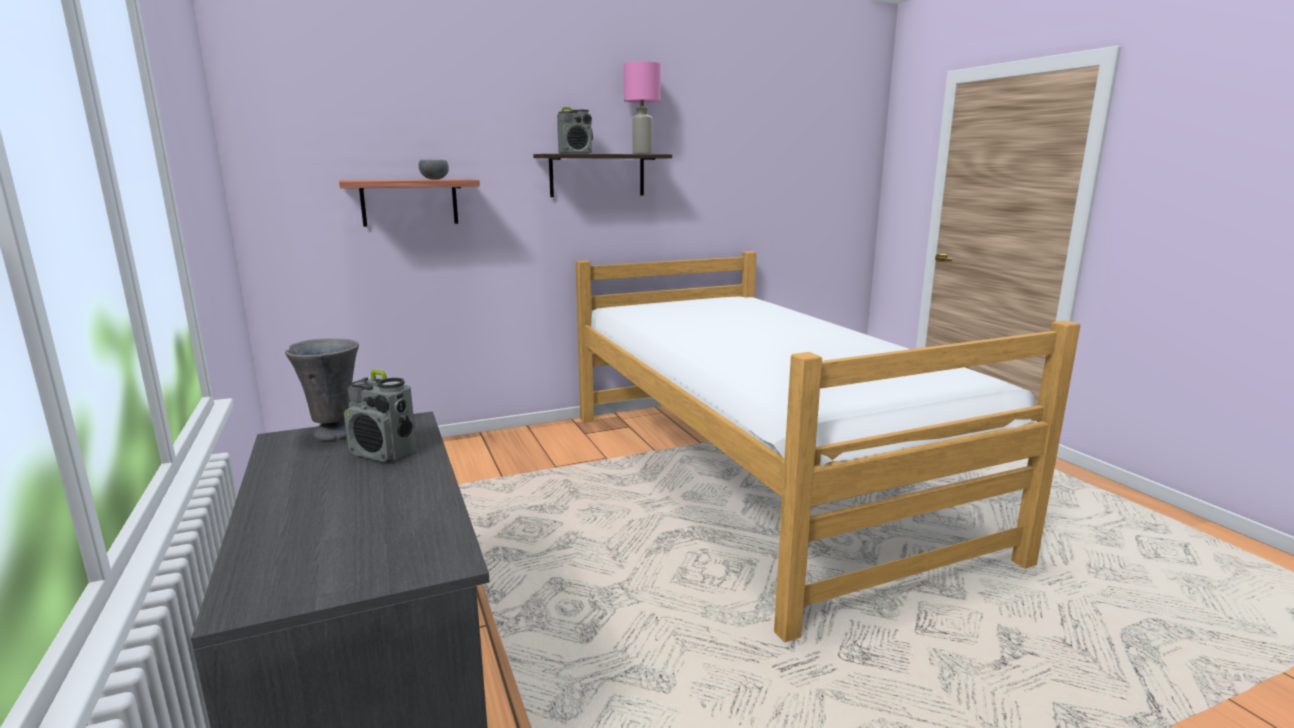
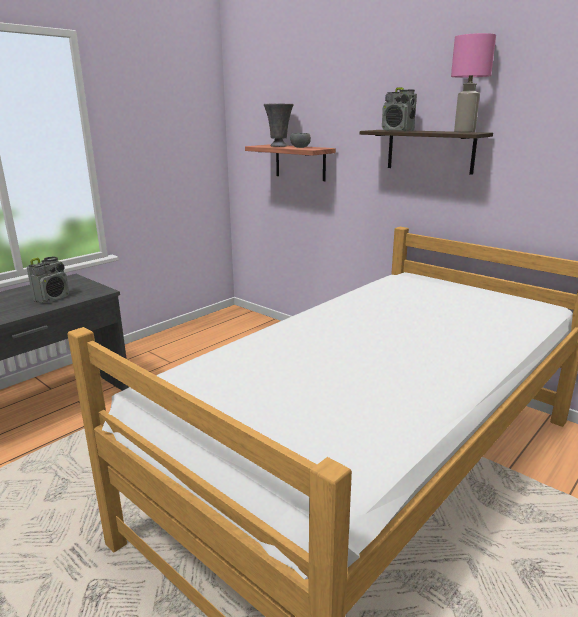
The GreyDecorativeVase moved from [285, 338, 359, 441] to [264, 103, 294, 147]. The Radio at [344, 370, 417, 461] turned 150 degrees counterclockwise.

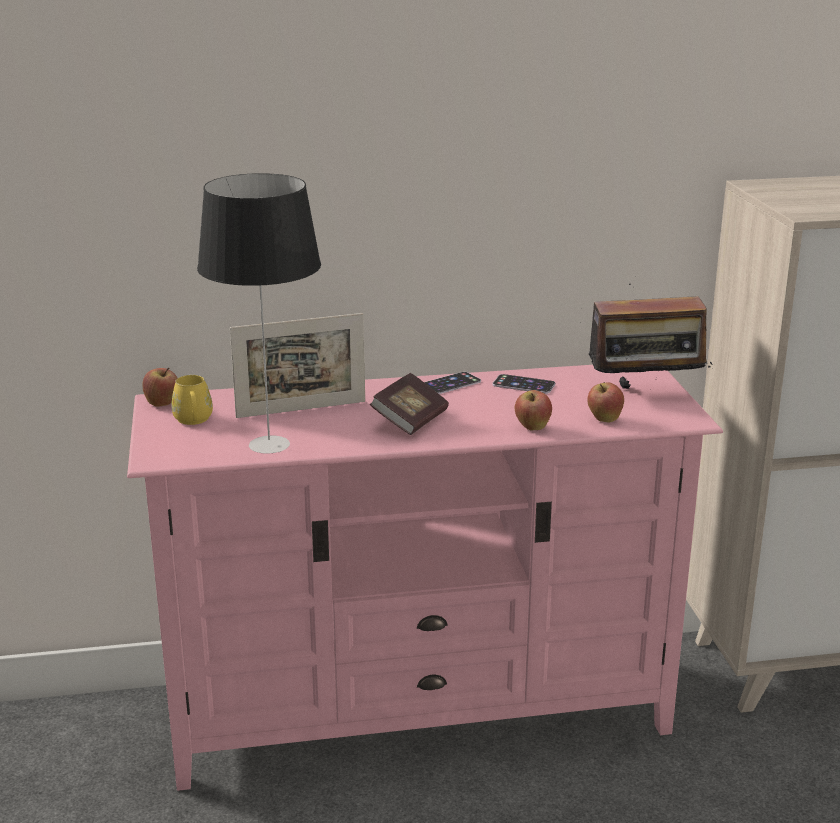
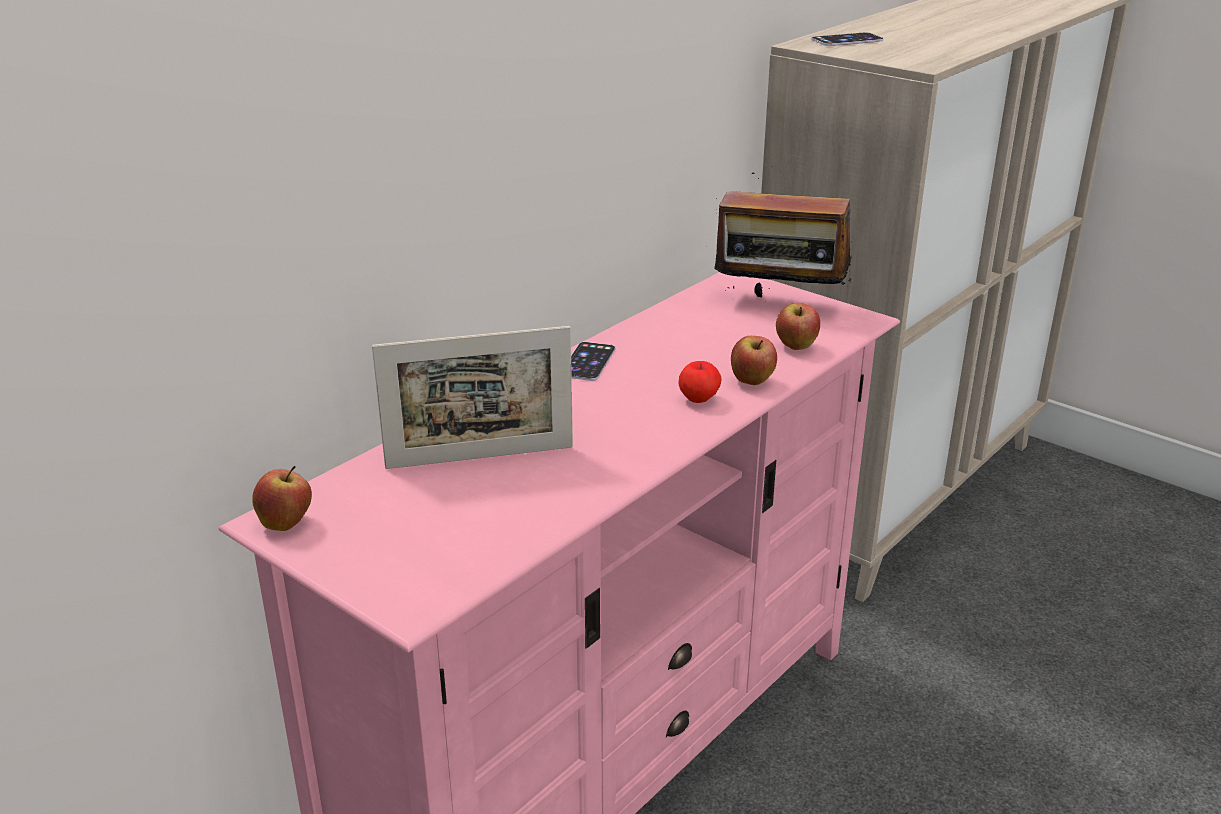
The YellowColouredTeaMug at [171, 375, 213, 425] disappeared. The TabletopLamp at [197, 173, 321, 453] disappeared. The StandingFrame at [230, 313, 365, 418] turned 45 degrees clockwise. The BoundBook at [370, 373, 449, 435] disappeared. The Phone moved from [493, 374, 556, 394] to [811, 32, 883, 46]. The Radio at [589, 284, 712, 391] turned 60 degrees clockwise. The WholeApple at [678, 361, 722, 403] appeared.

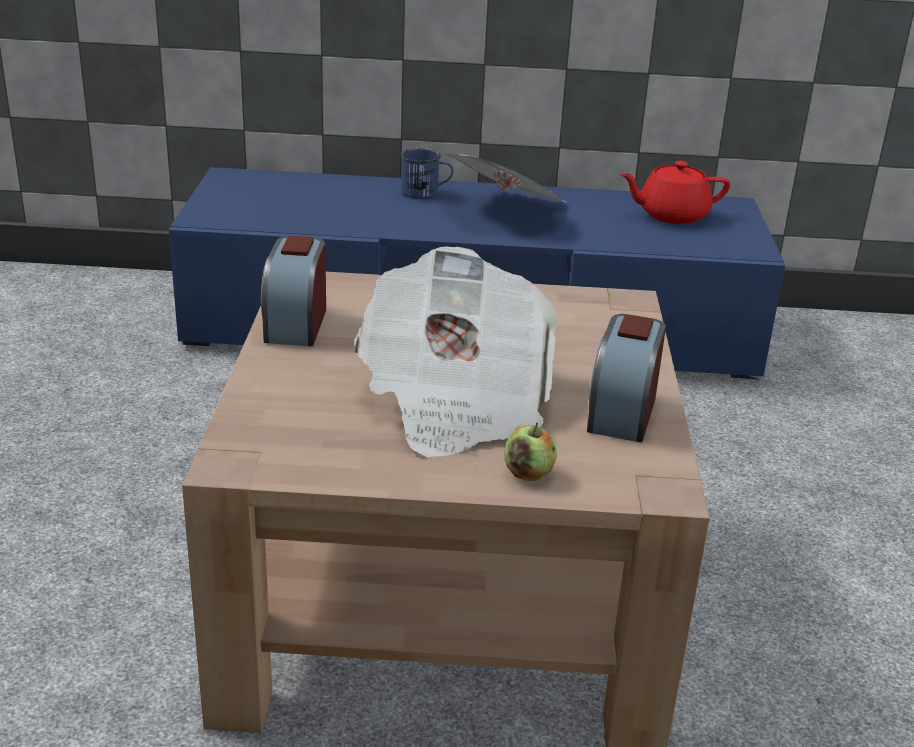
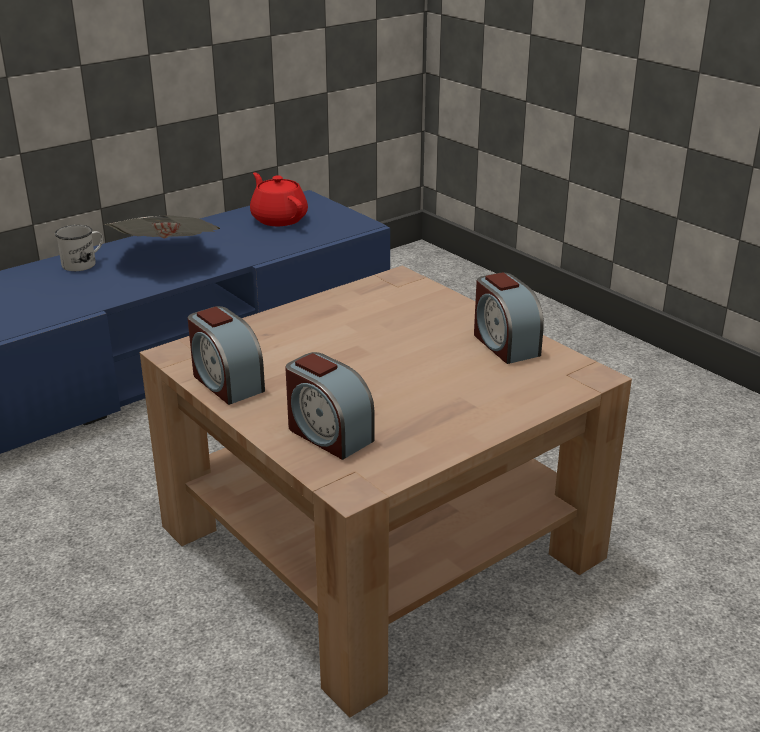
The PrintedPaper at [354, 247, 558, 457] disappeared. The BlueColouredTeaMug at [401, 148, 453, 199] became the WhiteTeaMug at [55, 225, 103, 271]. The WholeApple at [504, 422, 557, 481] disappeared. The RedColouredTeapot at [620, 161, 730, 224] turned 105 degrees clockwise. The BedsideClock at [285, 352, 375, 460] appeared.

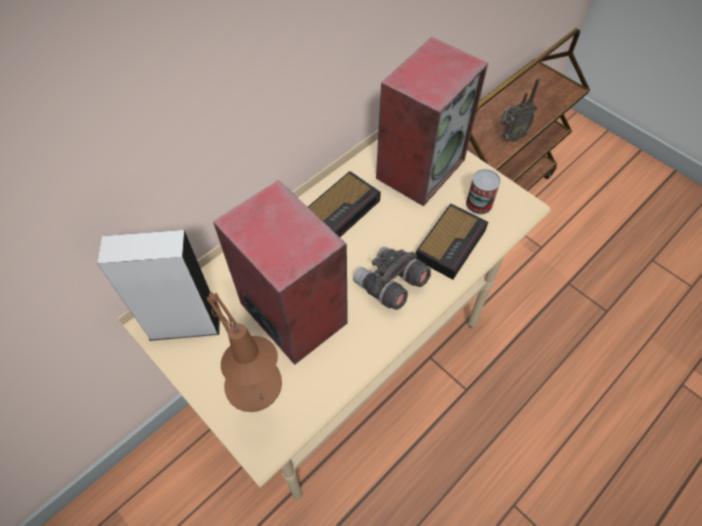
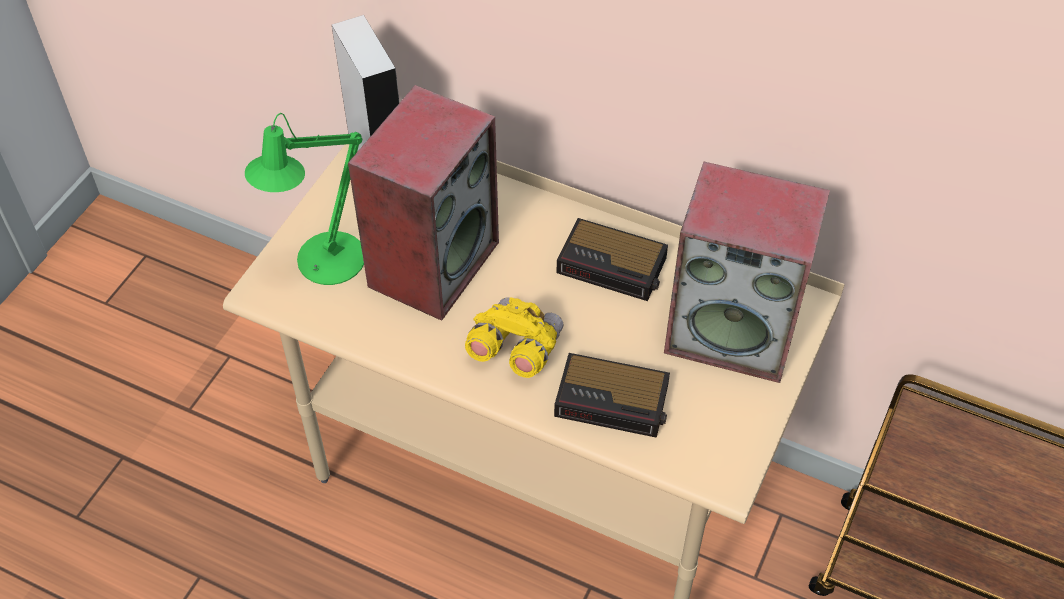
The BrownishTabletopLamp at [207, 292, 282, 412] became the GreenishTabletopLamp at [245, 113, 364, 285]. The GreyPairOfBinoculars at [353, 247, 431, 310] became the YellowColouredPairOfBinoculars at [465, 297, 564, 378]. The MetalCan at [466, 169, 501, 214] disappeared. The Radio at [501, 78, 540, 142] disappeared.

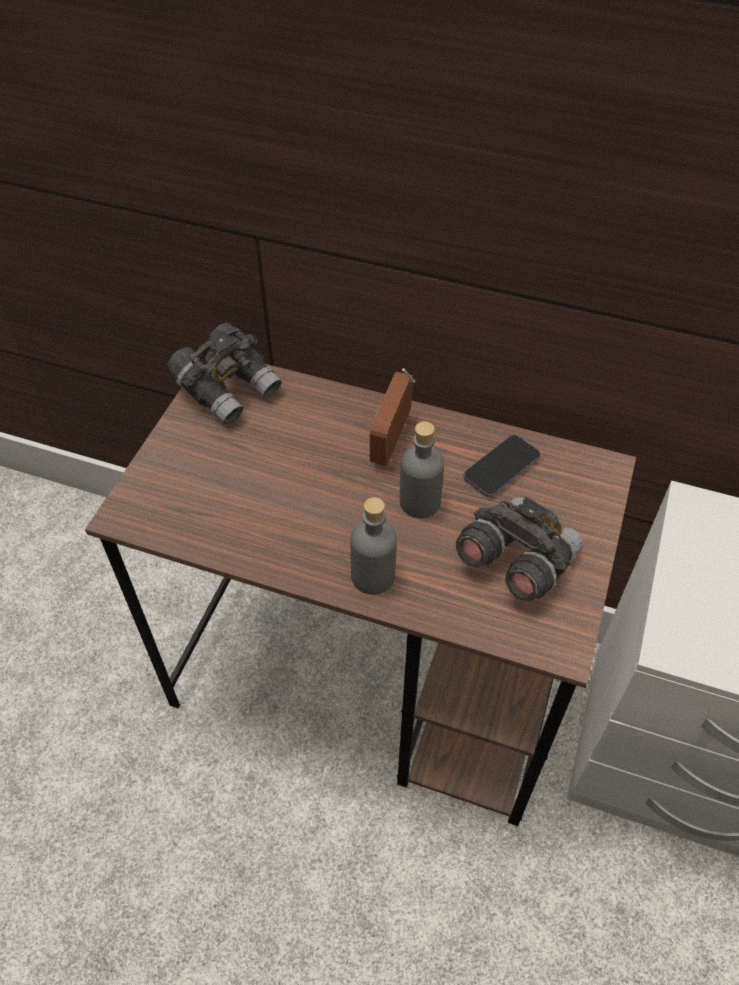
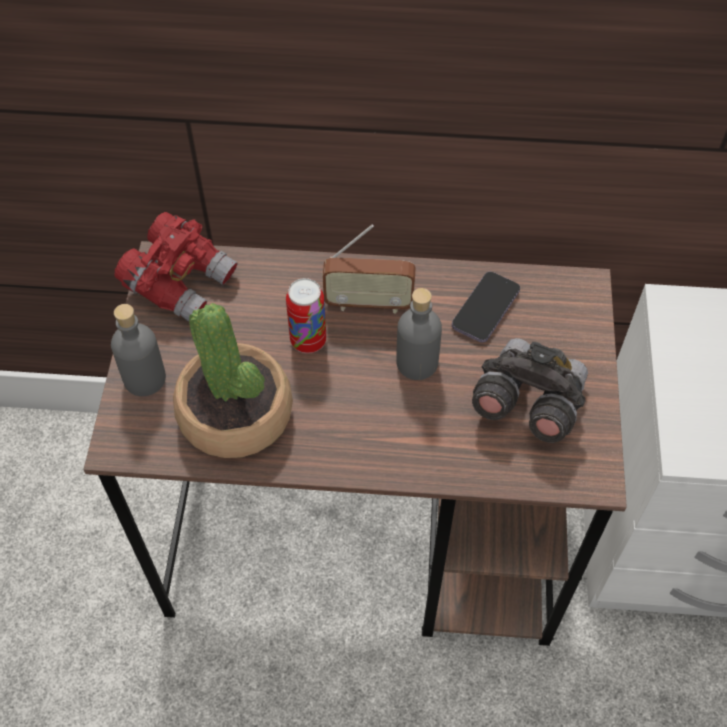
The GreyPairOfBinoculars at [167, 323, 282, 425] became the RedColouredPairOfBinoculars at [114, 212, 238, 321]. The GreyDrinkBottle moved from [350, 497, 397, 595] to [111, 304, 166, 396]. The Radio at [370, 368, 415, 466] turned 90 degrees counterclockwise. The PlantInAPot at [173, 303, 293, 458] appeared. The MetalCan at [286, 278, 326, 354] appeared.

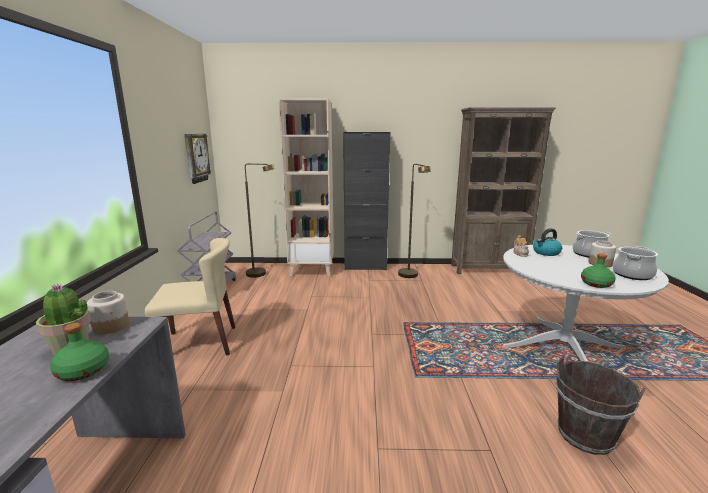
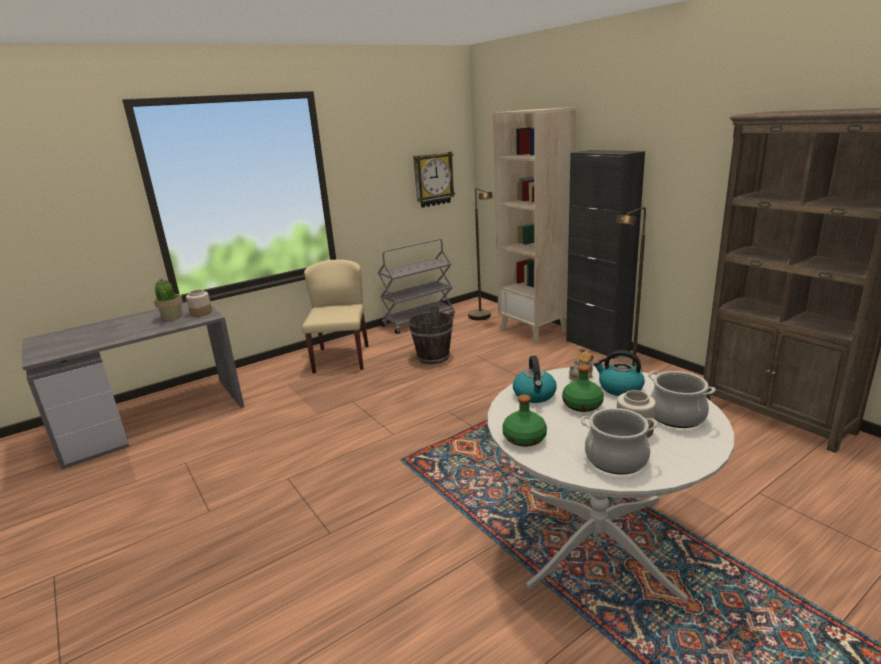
The GreenishDrinkBottle moved from [50, 323, 109, 381] to [562, 365, 604, 412]. The BeigeColouredPlainChair at [145, 238, 235, 355] turned 135 degrees counterclockwise. The BrownishPail moved from [556, 357, 646, 455] to [408, 307, 454, 364]. The Kettle at [513, 356, 557, 403] appeared.

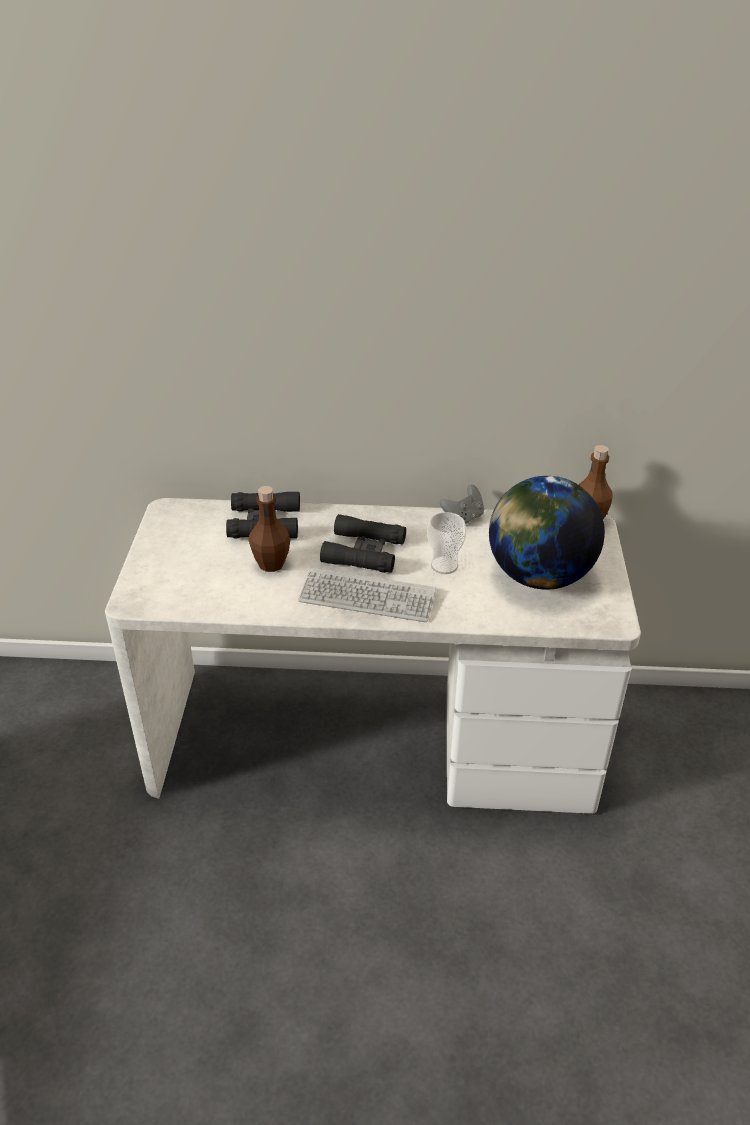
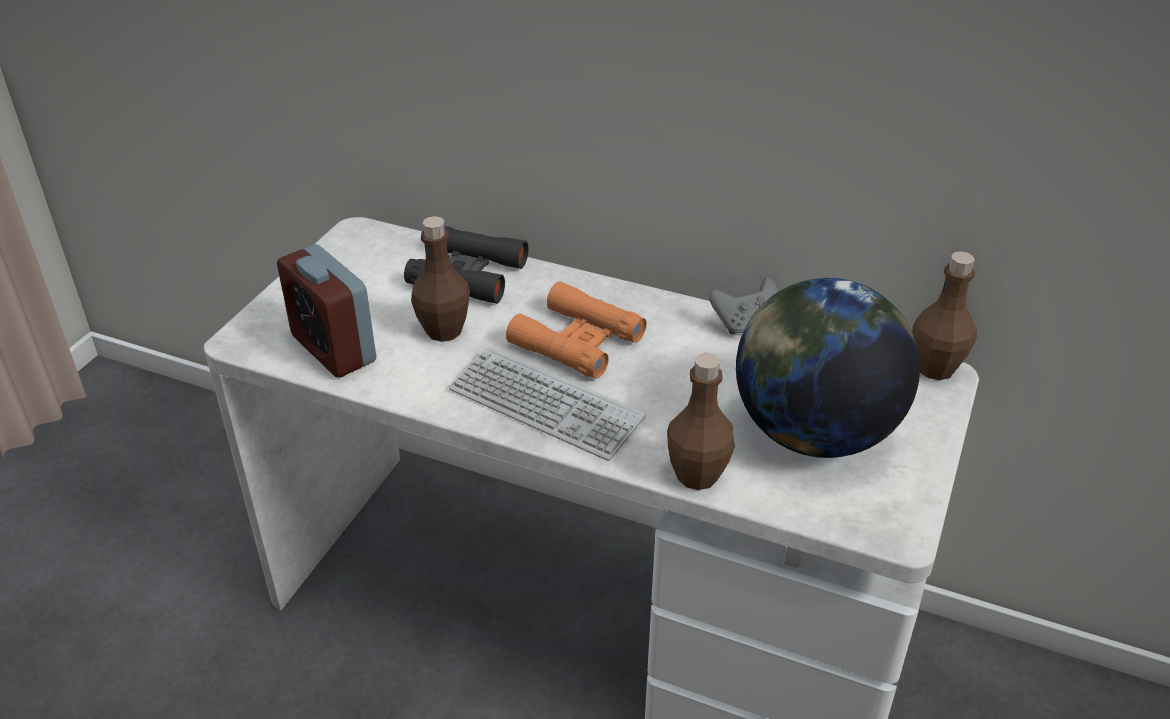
The BlackishPairOfBinoculars at [320, 514, 406, 573] became the OrangeyPairOfBinoculars at [506, 281, 647, 379]. The SmallCup at [427, 512, 466, 574] disappeared. The BedsideClock at [277, 244, 376, 378] appeared. The BrownishDrinkBottle at [667, 352, 735, 490] appeared.

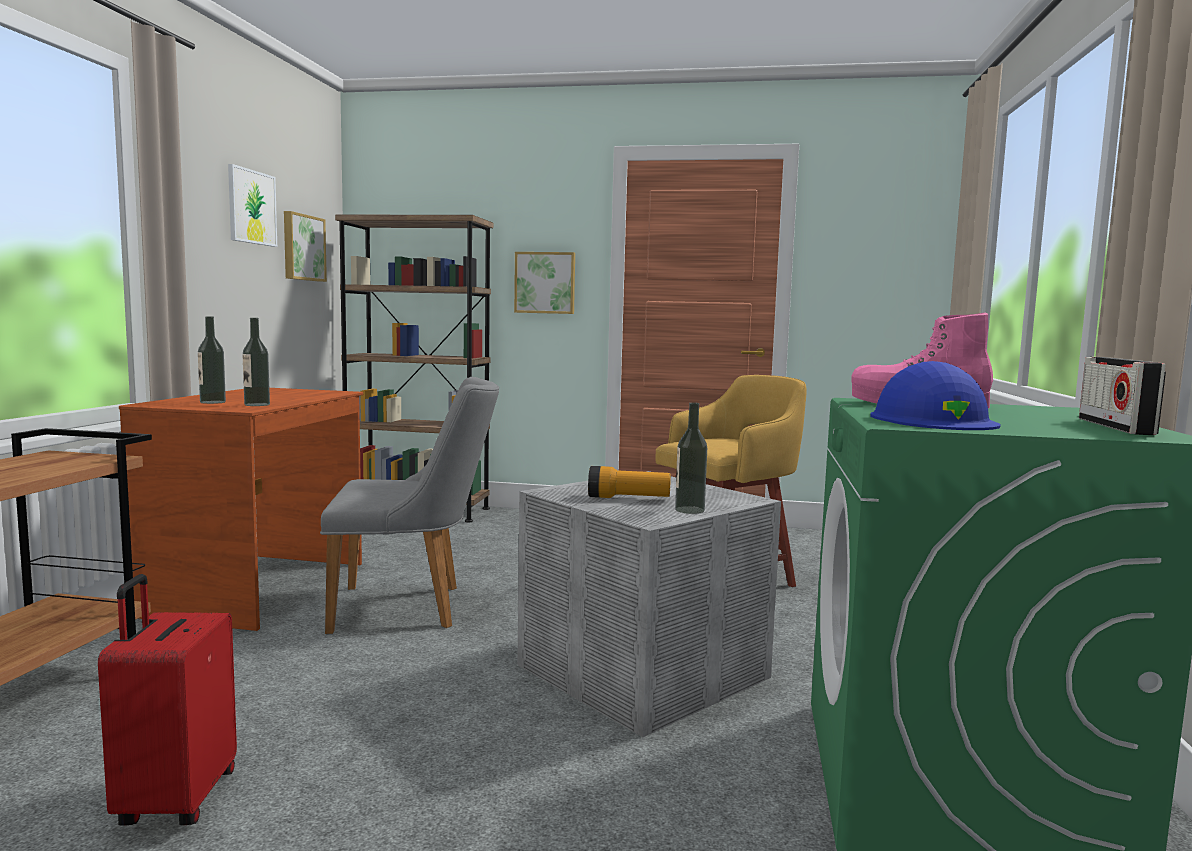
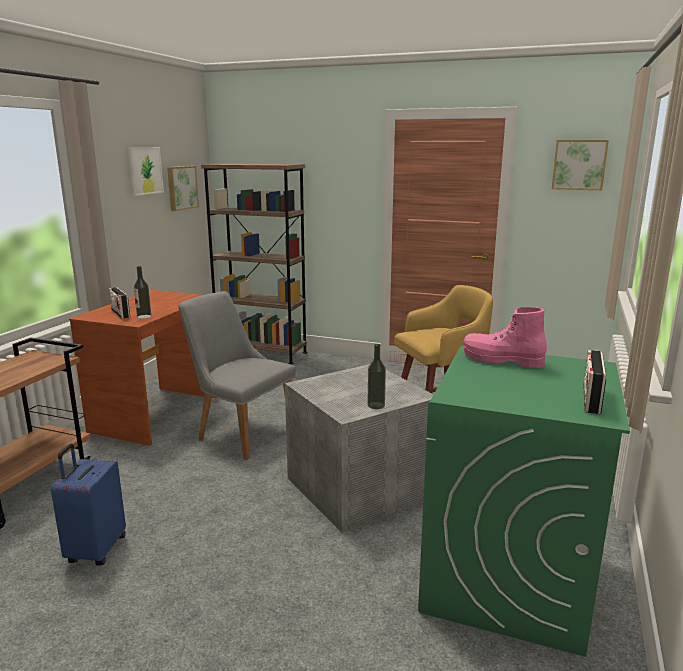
The RedColouredPieceOfLuggage at [98, 574, 237, 825] became the BlueColouredPieceOfLuggage at [51, 444, 126, 566]. The DrinkBottle at [198, 316, 226, 404] was replaced by the Radio at [109, 287, 130, 318]. The GreyPlainChair at [320, 377, 499, 634] turned 150 degrees counterclockwise. The Picture moved from [514, 252, 575, 314] to [552, 140, 609, 190]. The Torch at [588, 466, 671, 498] disappeared. The BlueColouredHardHat at [870, 361, 1001, 430] disappeared.

